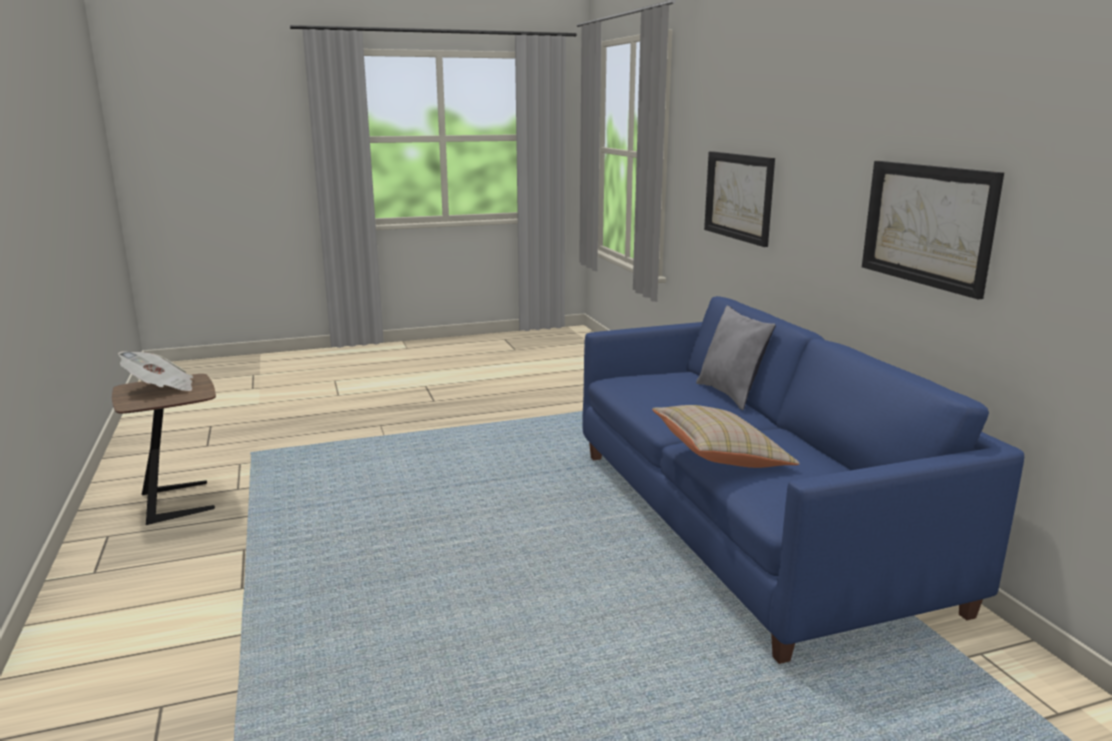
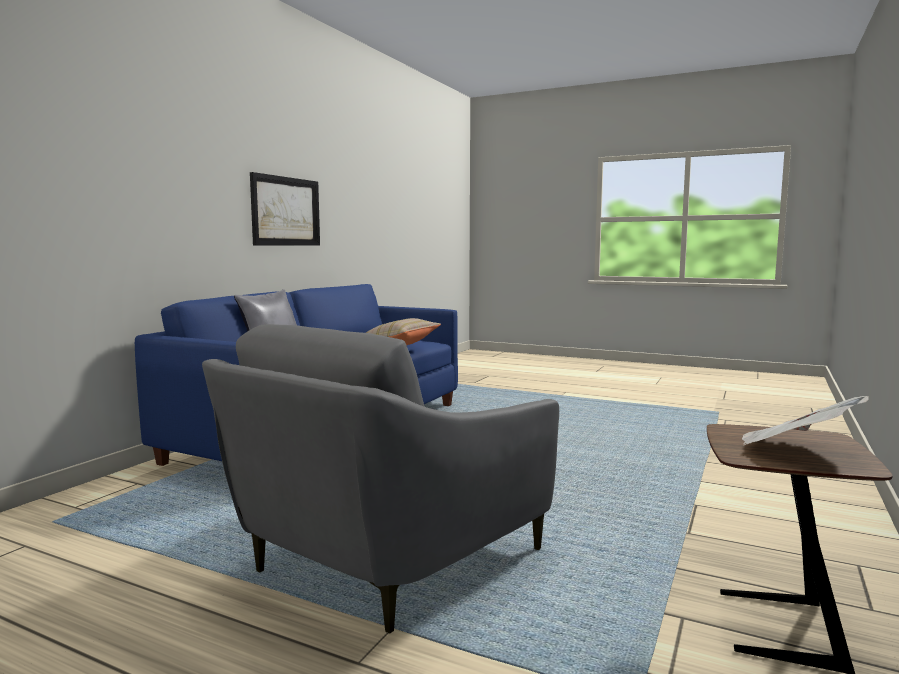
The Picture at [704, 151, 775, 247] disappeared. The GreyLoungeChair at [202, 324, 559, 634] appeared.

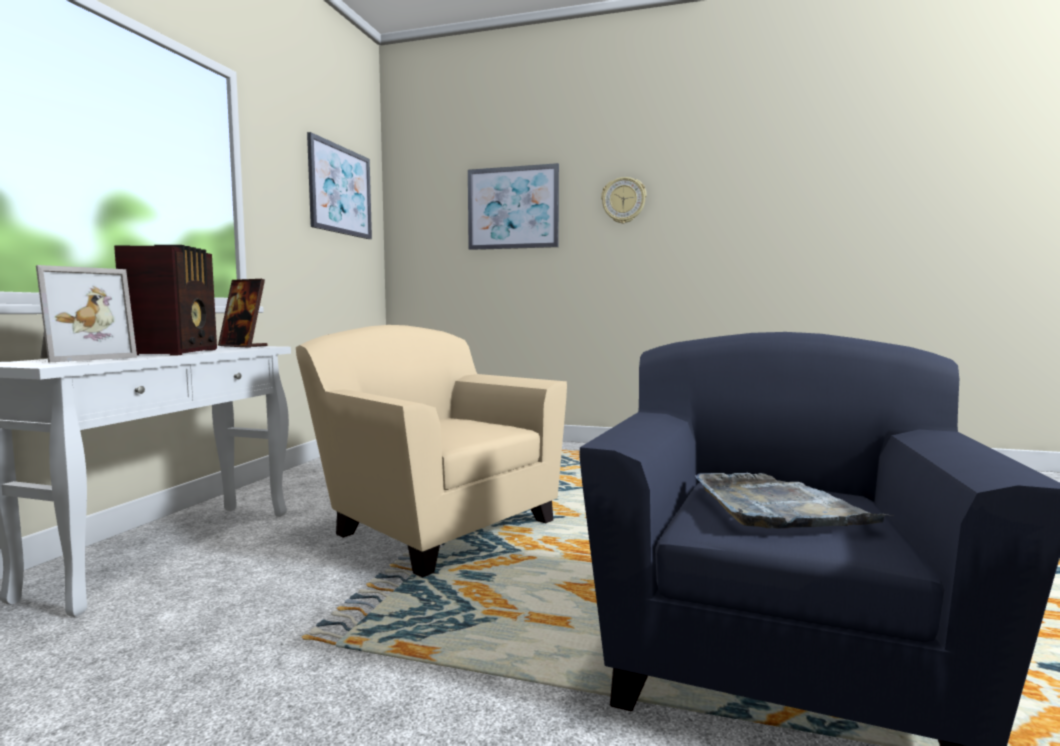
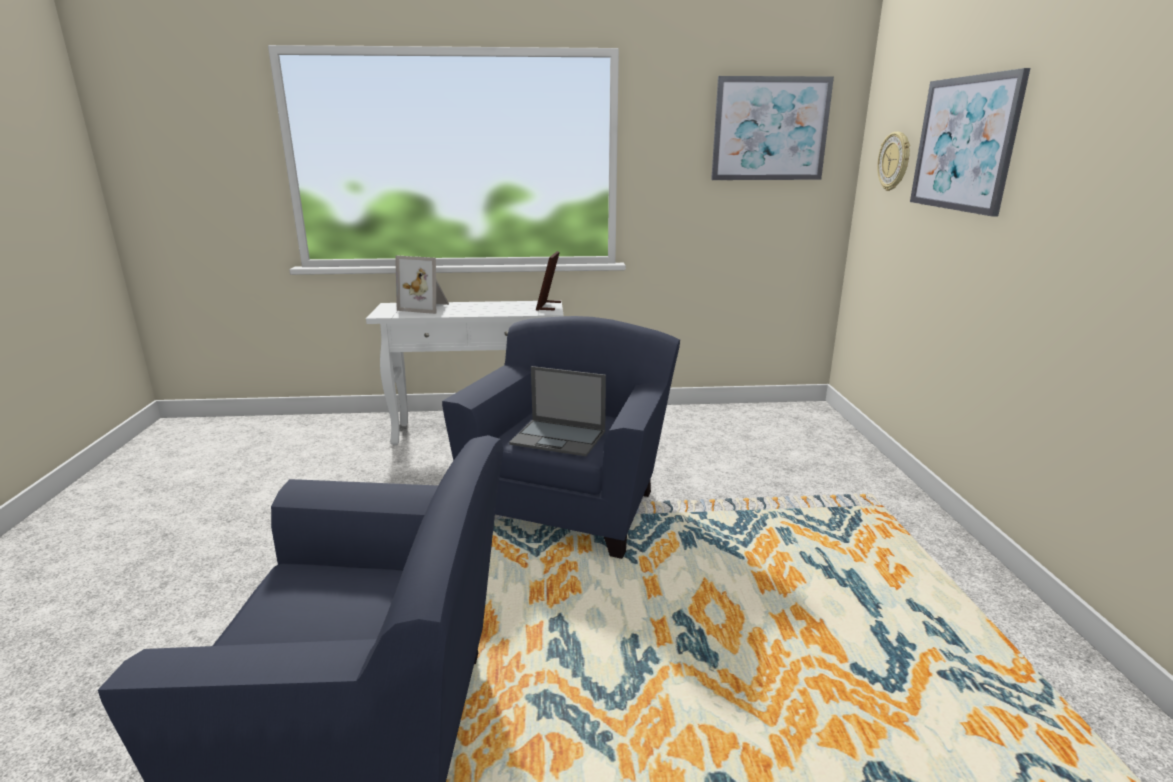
The Radio at [114, 245, 217, 356] disappeared. The BeigeColouredLoungeChair at [296, 325, 567, 577] became the BlueColouredLoungeChair at [442, 316, 680, 559]. The ClockOnTheWall moved from [601, 177, 646, 224] to [877, 132, 910, 191]. The GreyServingTray at [695, 472, 893, 529] disappeared. The PortableComputer at [509, 366, 606, 456] appeared.

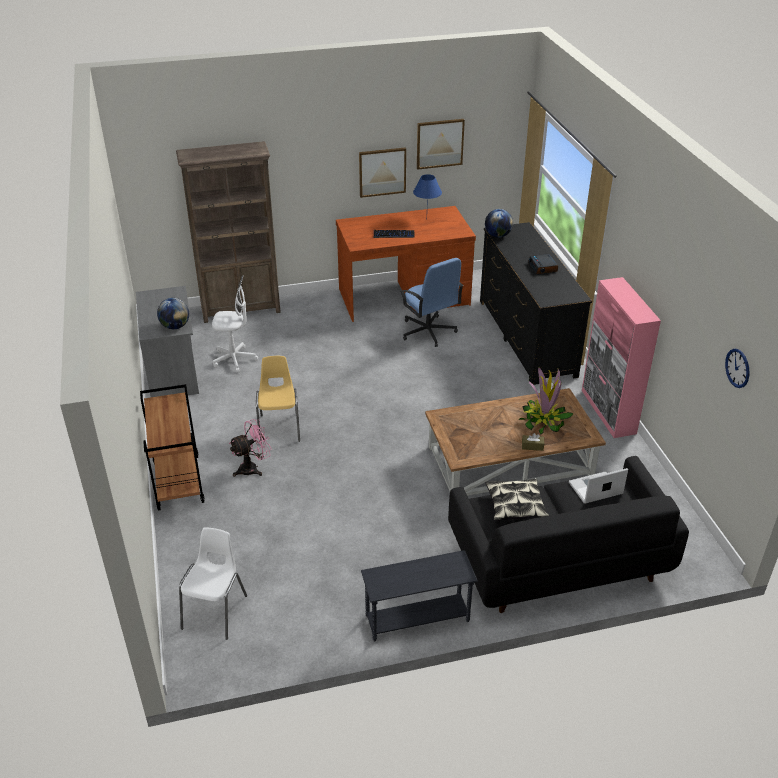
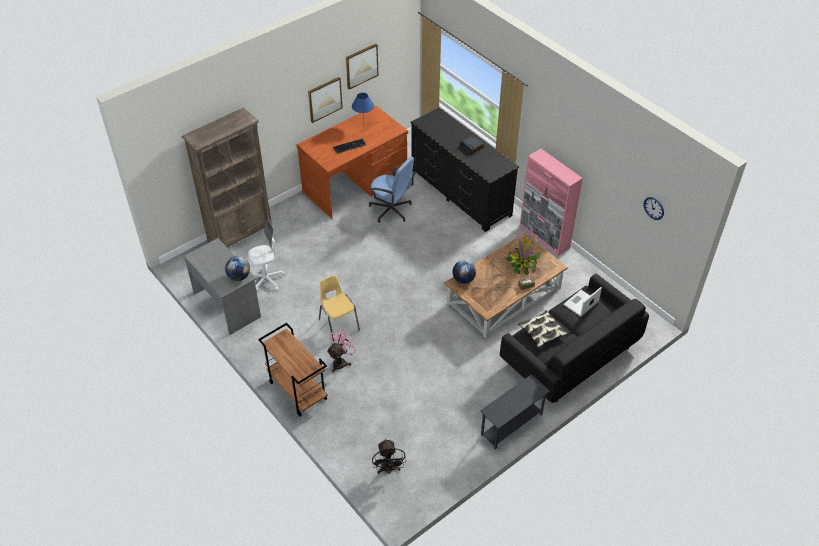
The WhitePlainChair at [179, 527, 247, 640] was replaced by the BlackishCoolingFan at [372, 439, 406, 474]. The Globe moved from [485, 209, 513, 238] to [452, 260, 476, 284].

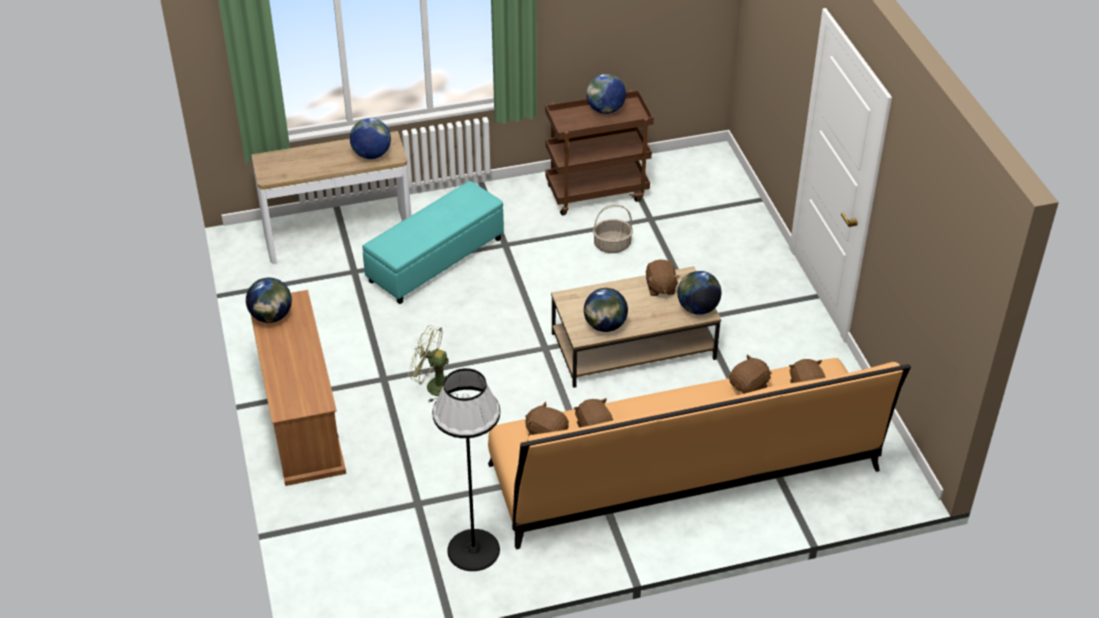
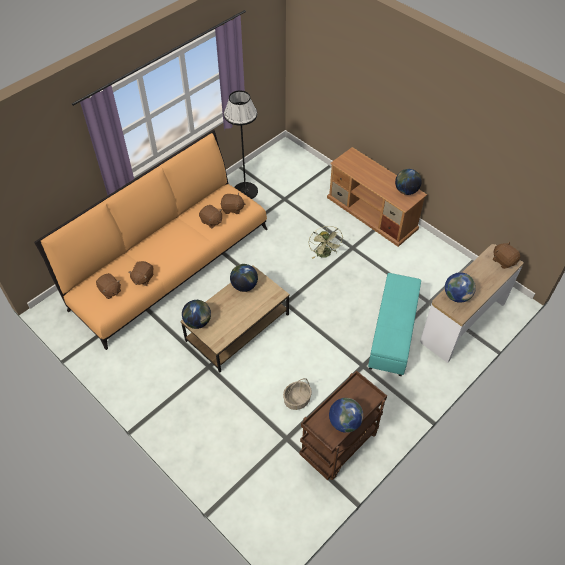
The GreenishCoolingFan at [408, 325, 458, 402] turned 90 degrees clockwise. The BrownishSoftToy moved from [646, 260, 680, 296] to [493, 242, 520, 269].

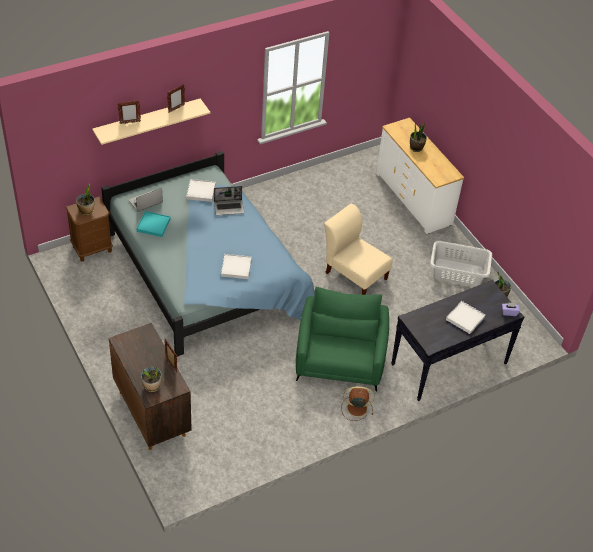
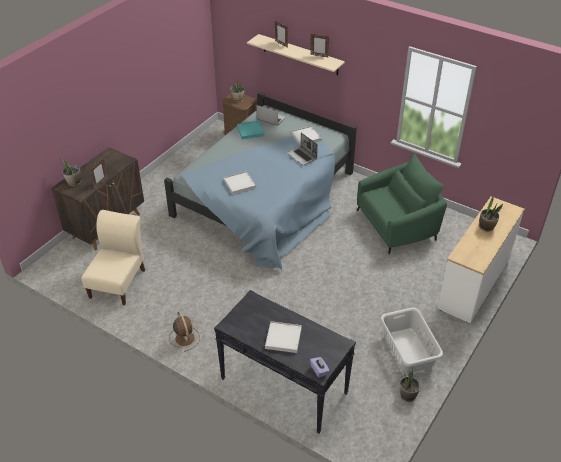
The GreenishLoungeChair moved from [296, 287, 389, 392] to [357, 153, 447, 254]. The BeigeColouredPlainChair moved from [324, 204, 393, 295] to [82, 210, 145, 305].

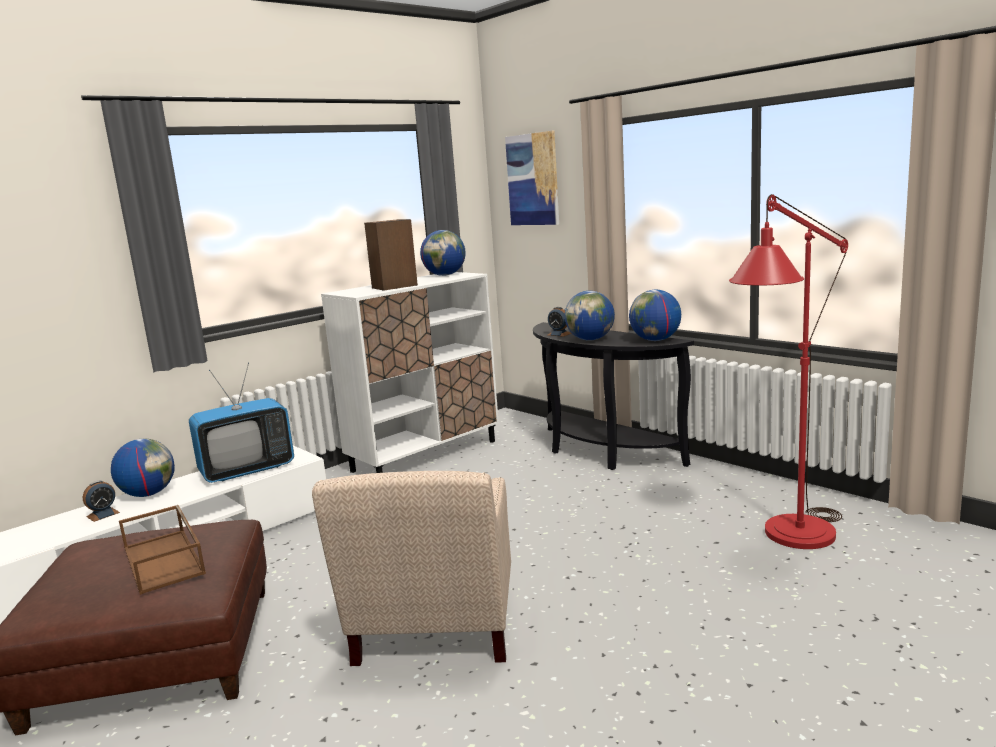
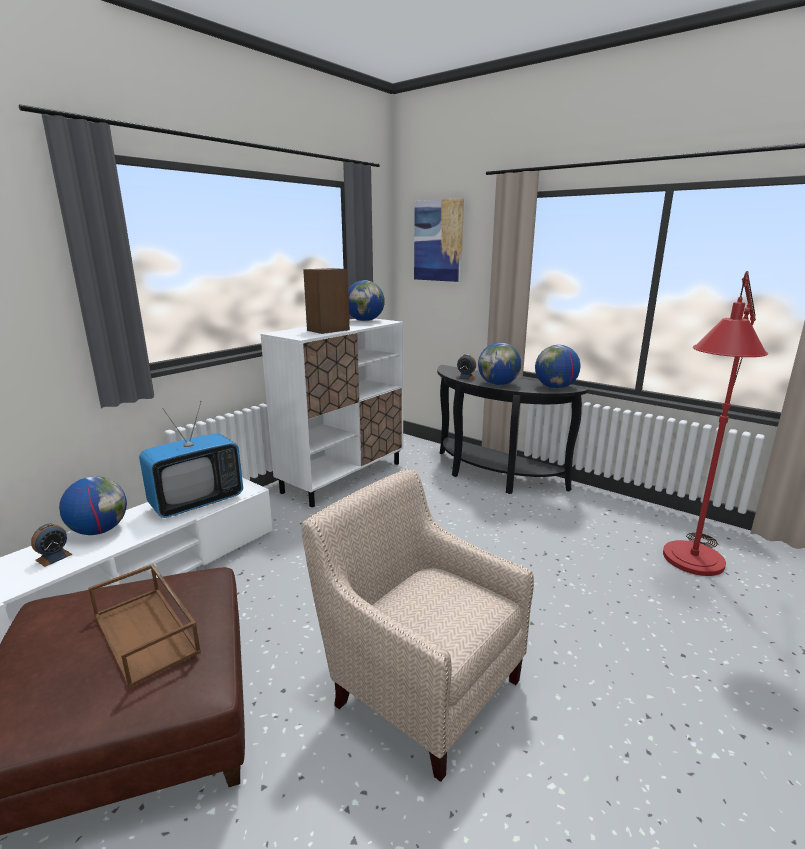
The BeigeColouredLoungeChair at [312, 471, 511, 666] turned 135 degrees clockwise.

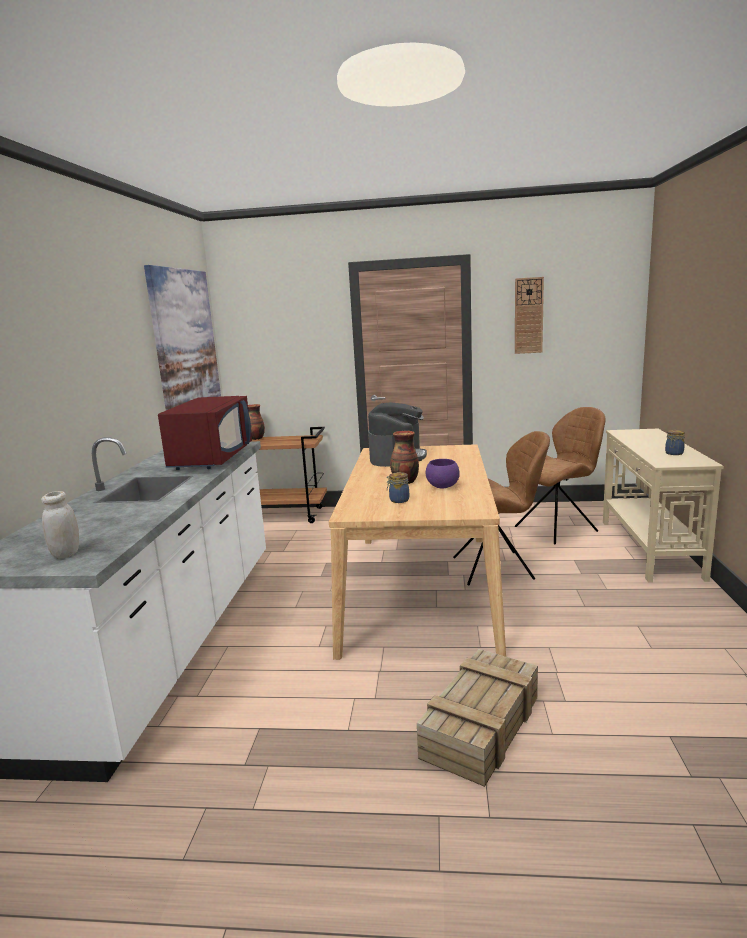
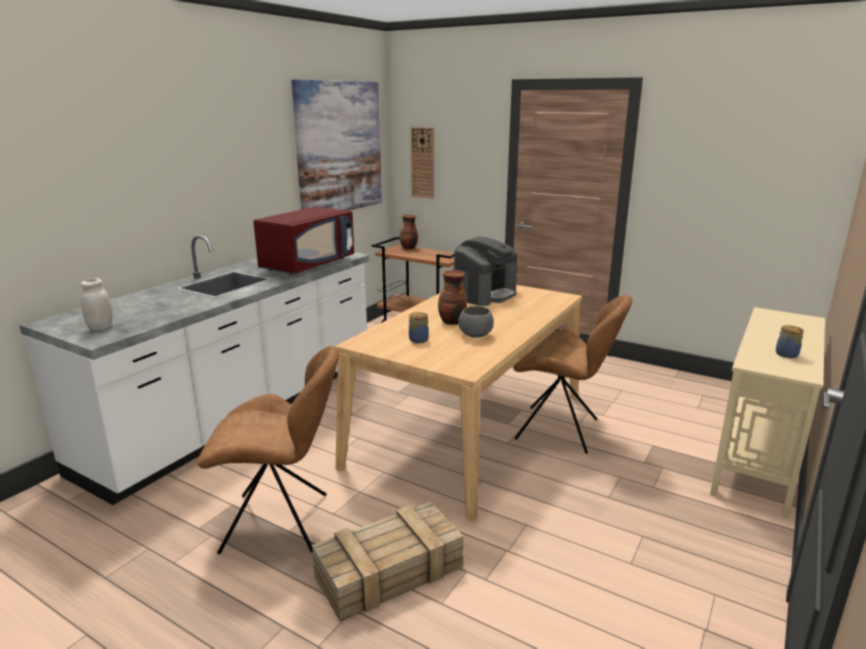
The PurplishServingBowl at [426, 459, 460, 488] became the GreyServingBowl at [458, 306, 494, 337]. The ClockOnTheWall moved from [515, 277, 544, 354] to [411, 127, 434, 198]. The BrownishPlainChair moved from [515, 407, 606, 544] to [198, 346, 339, 554].

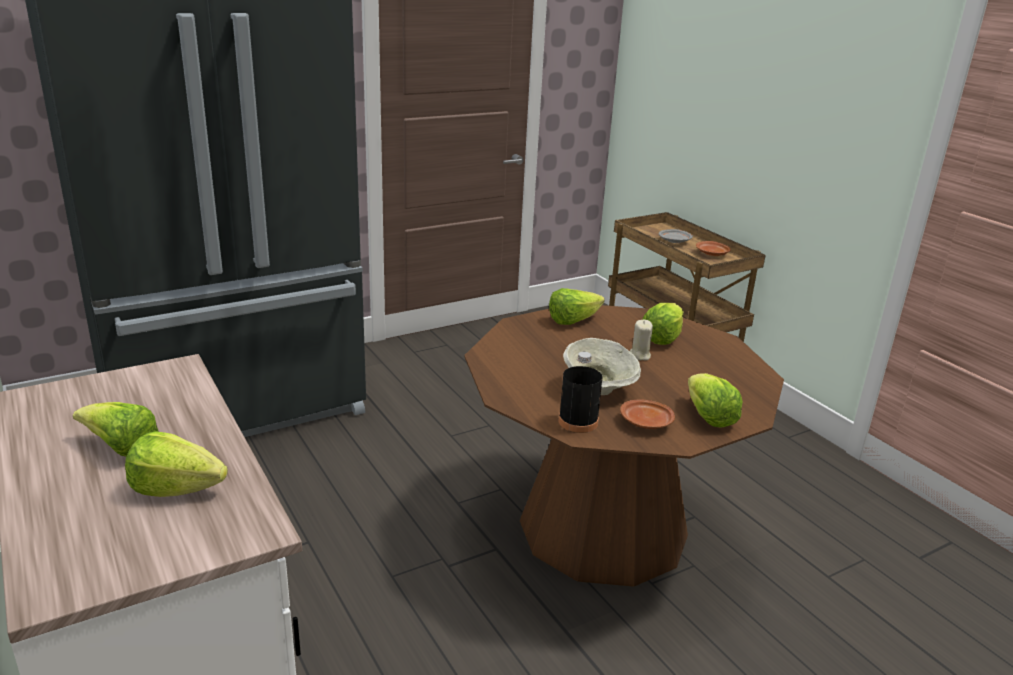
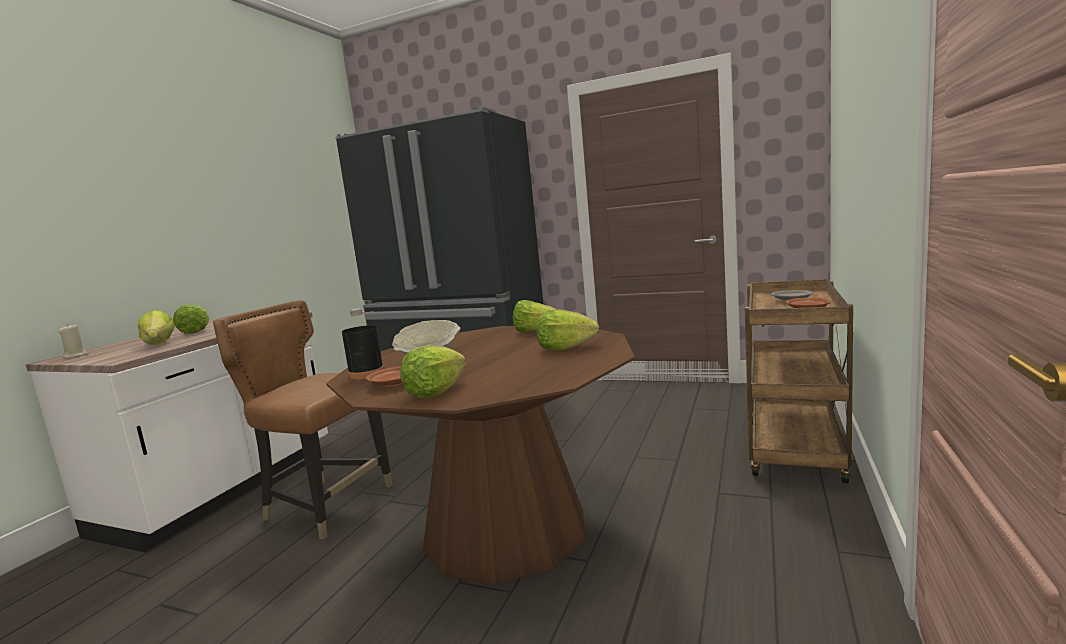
The BeigeColouredWaxCandle moved from [630, 320, 653, 361] to [58, 324, 88, 358]. The BrownishPlainChair at [213, 300, 393, 540] appeared.

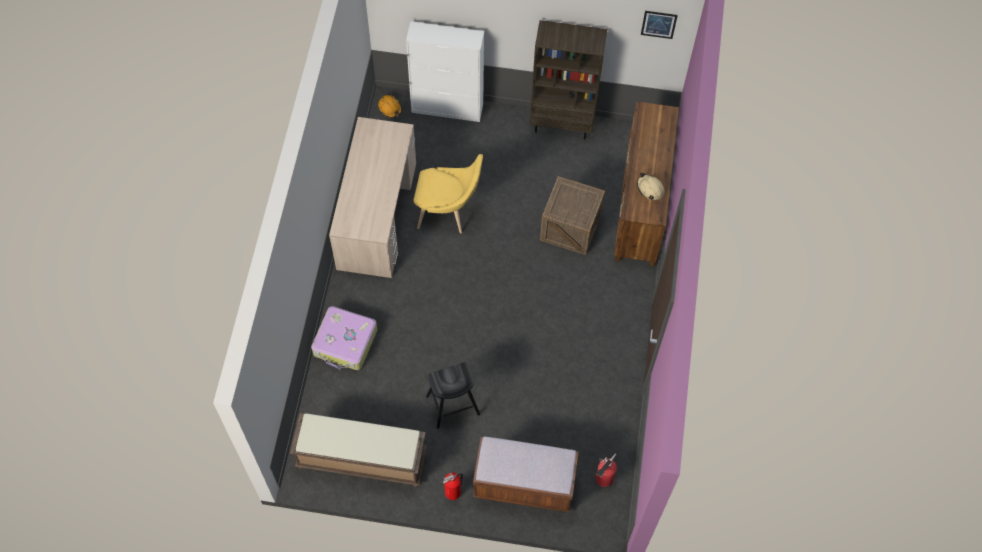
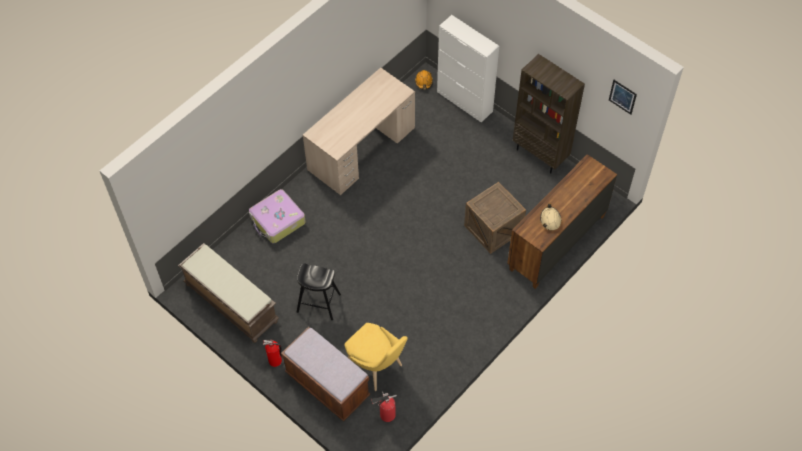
The YellowColouredPlainChair moved from [414, 154, 483, 234] to [345, 323, 408, 391].

